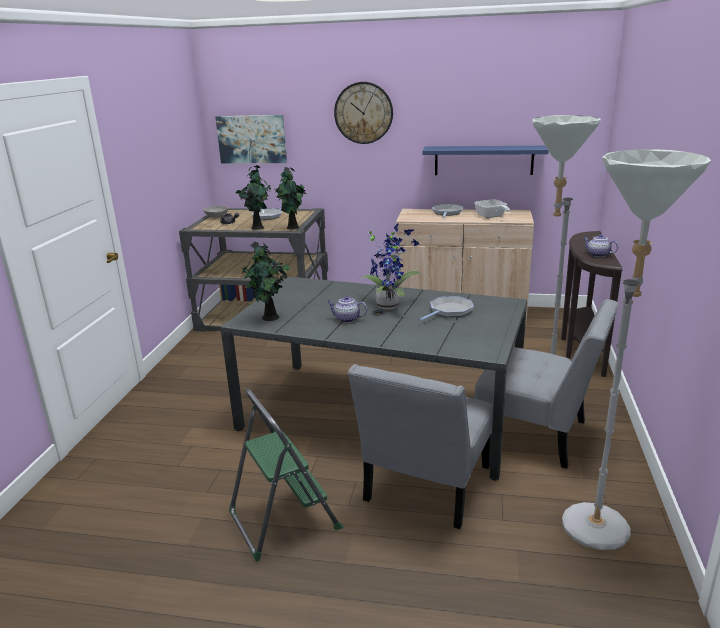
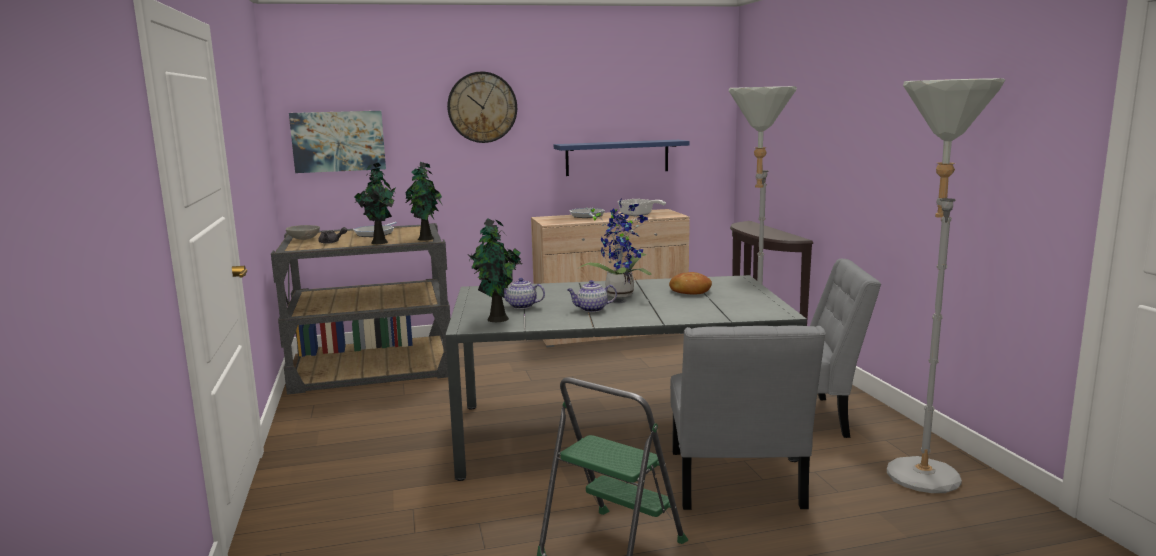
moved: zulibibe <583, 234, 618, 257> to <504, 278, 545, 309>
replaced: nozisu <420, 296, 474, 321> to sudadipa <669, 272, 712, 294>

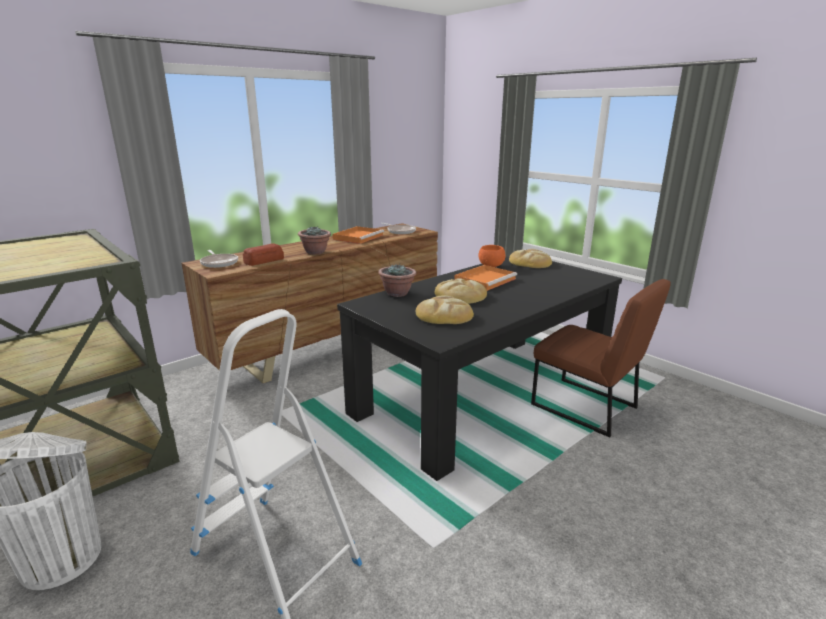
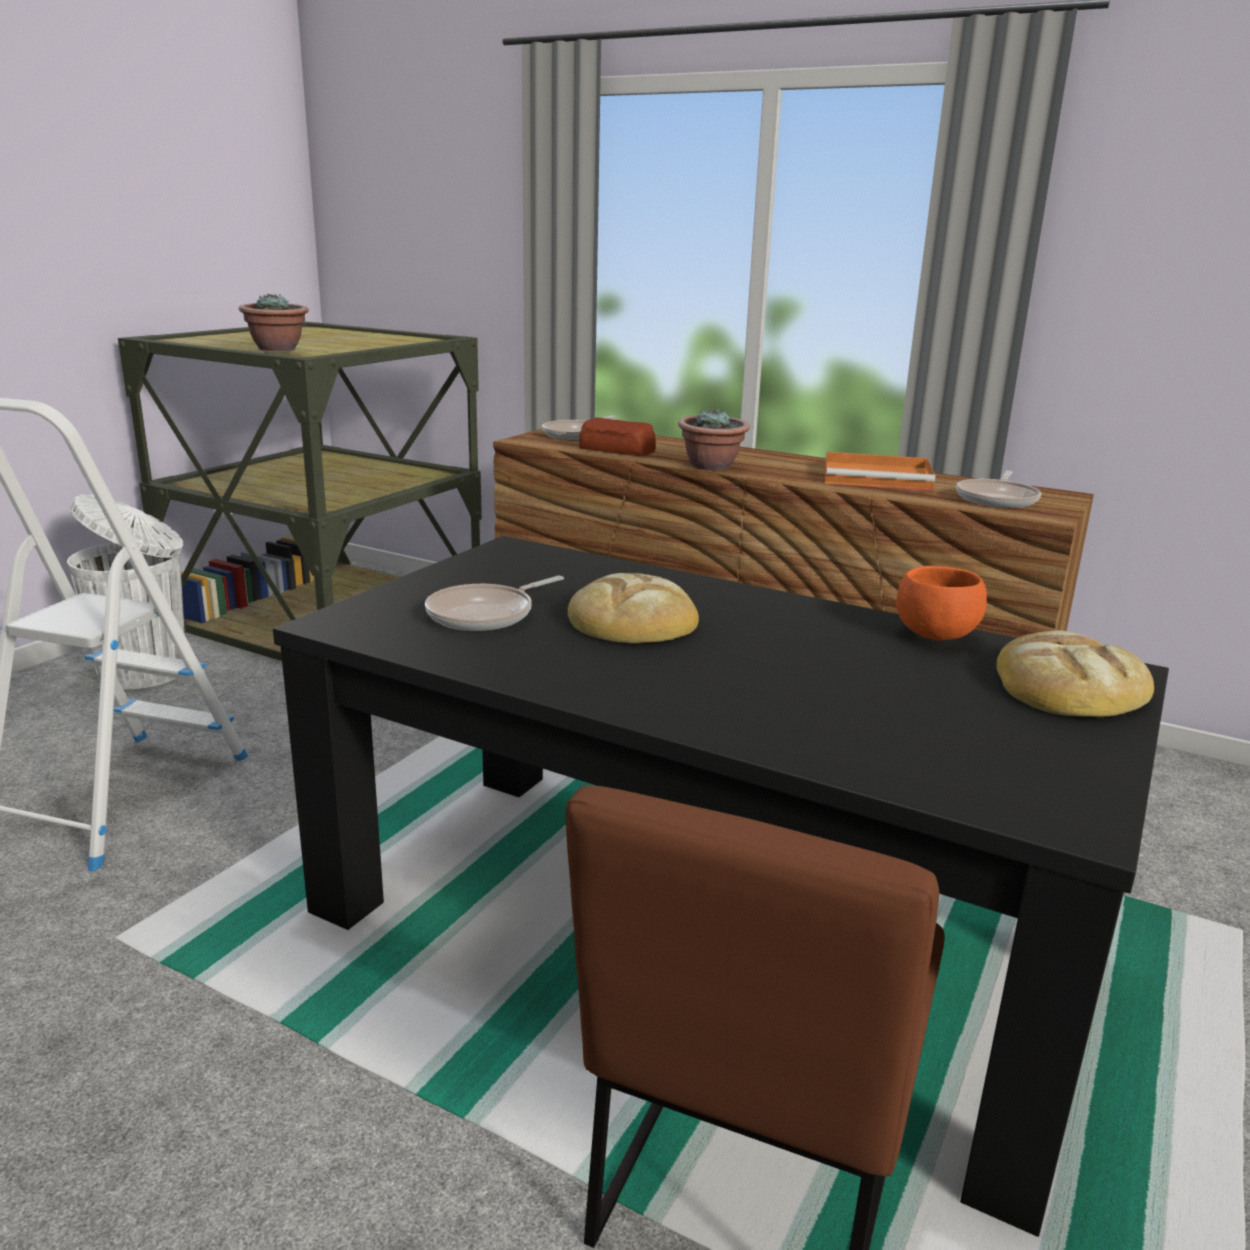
removed: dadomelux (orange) <454, 265, 517, 291>
moved: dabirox <378, 263, 416, 297> to <239, 294, 309, 351>
replaced: sudadipa <416, 295, 474, 324> to nozisu <425, 576, 564, 631>

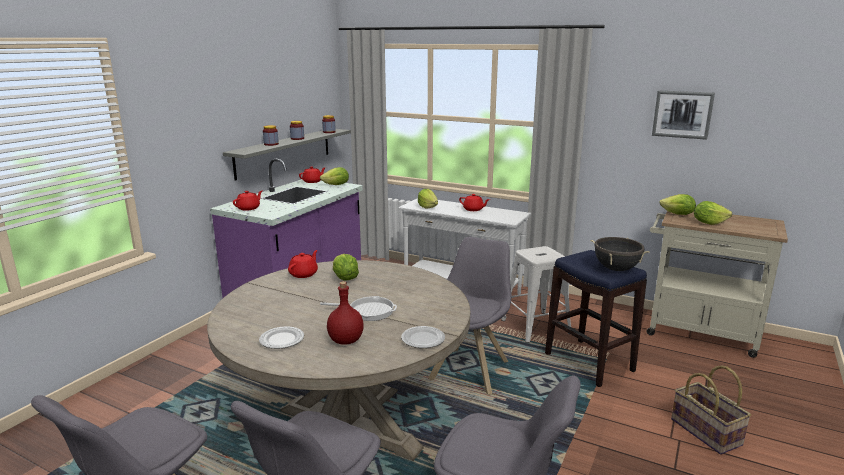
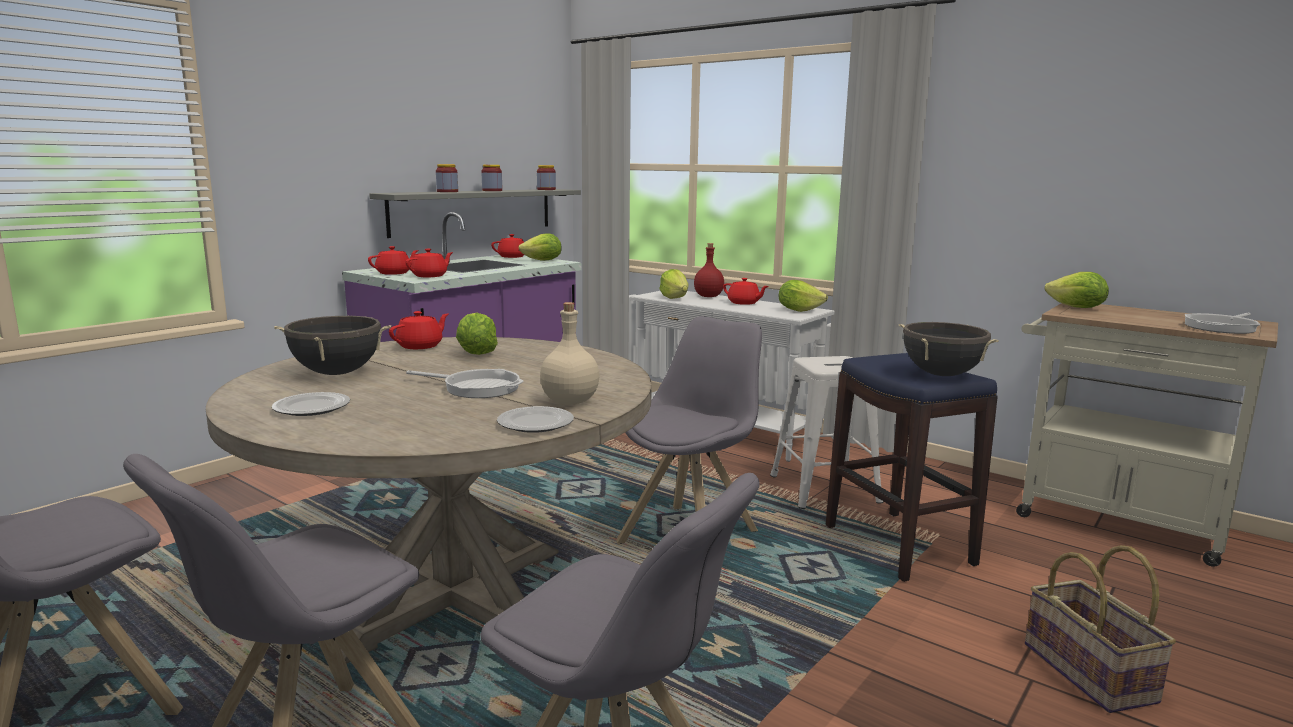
removed: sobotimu <652, 91, 715, 140>
added: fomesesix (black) <274, 315, 391, 375>; zulibibe (red) <405, 249, 453, 277>; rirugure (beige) <540, 302, 599, 405>; nozisu <1185, 313, 1260, 334>
moved: rirugure (red) <327, 281, 364, 345> to <694, 243, 724, 297>; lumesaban <694, 201, 732, 225> to <779, 280, 828, 312>

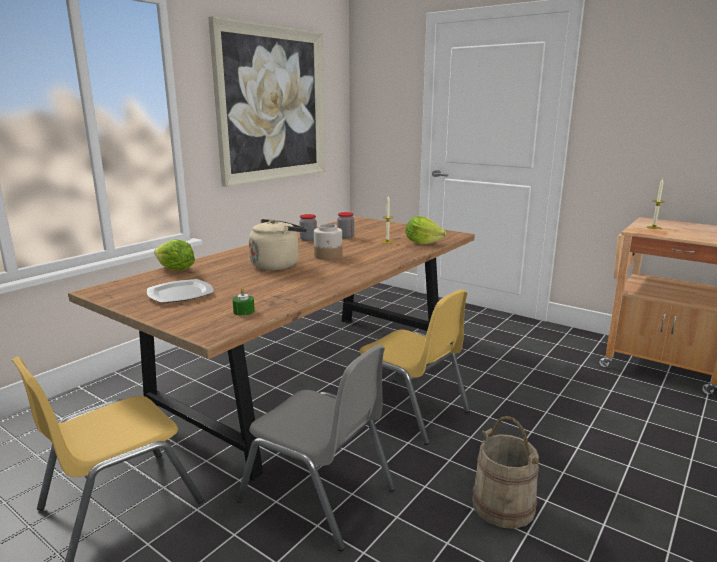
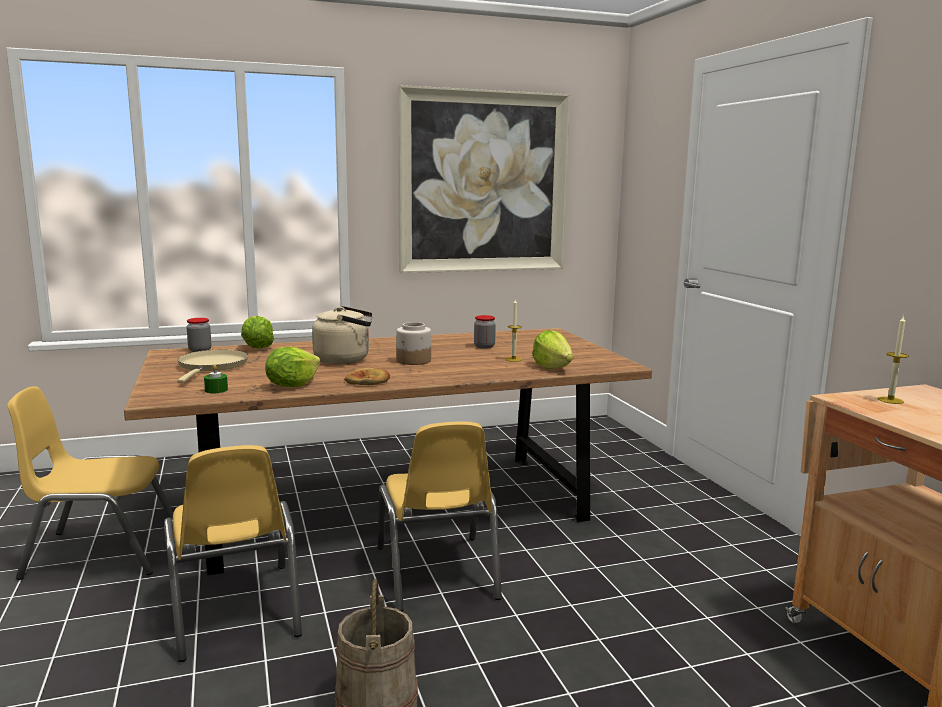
added: lumesaban <265, 347, 321, 387>; sudadipa <344, 367, 390, 385>
moved: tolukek <299, 214, 317, 241> to <187, 318, 211, 352>
replaced: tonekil <147, 279, 214, 303> to nozisu (beige) <177, 350, 248, 383>
recoloured: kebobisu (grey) <237, 345, 395, 551> to kebobisu (yellow) <164, 445, 302, 662>

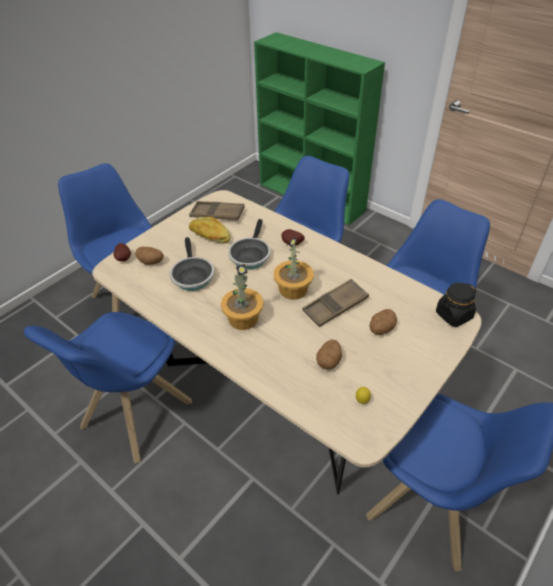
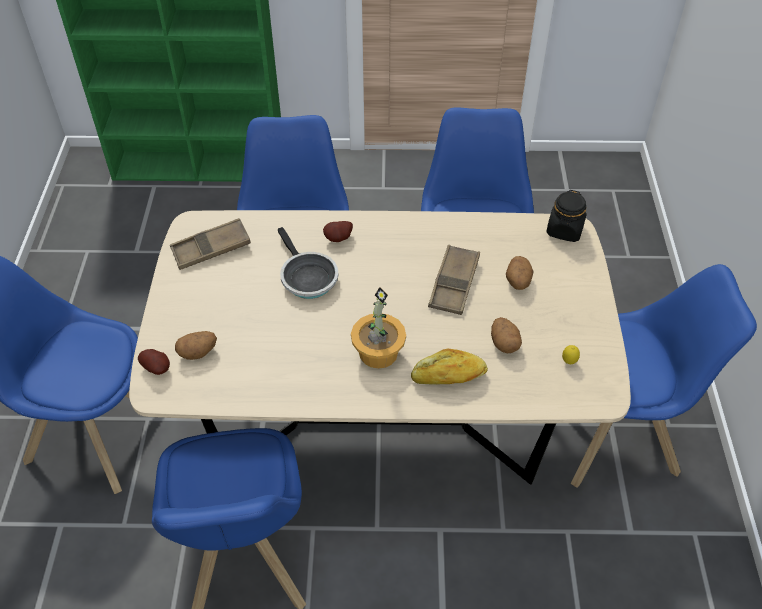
removed: nozisu <170, 237, 214, 291>; dabirox <274, 237, 314, 300>
moved: sudadipa <189, 217, 230, 243> to <411, 348, 488, 385>

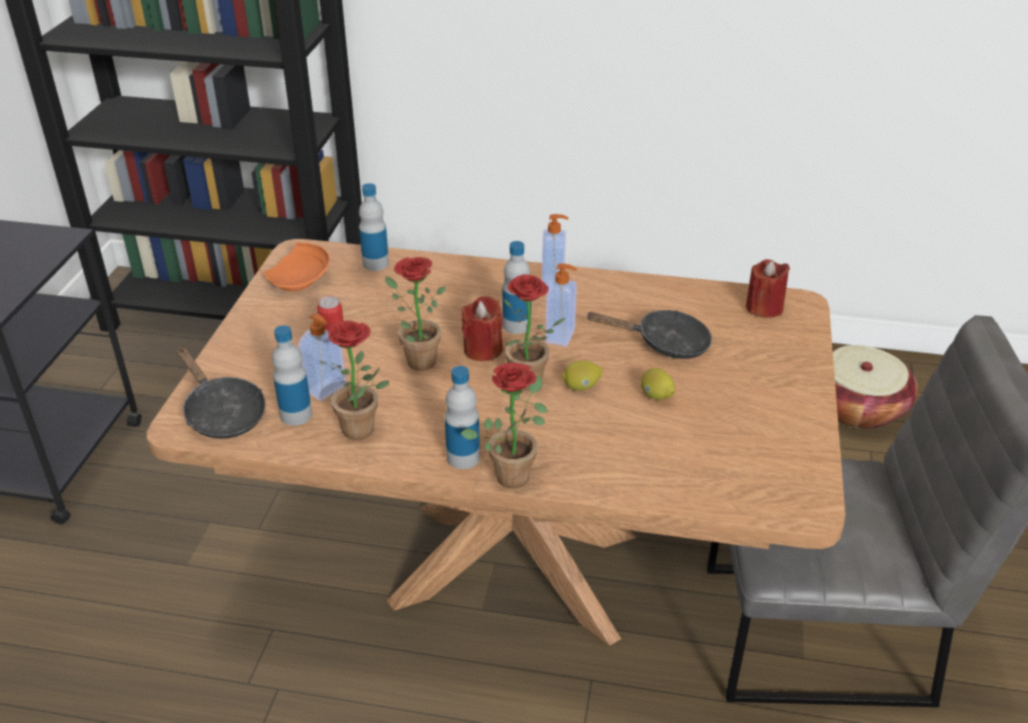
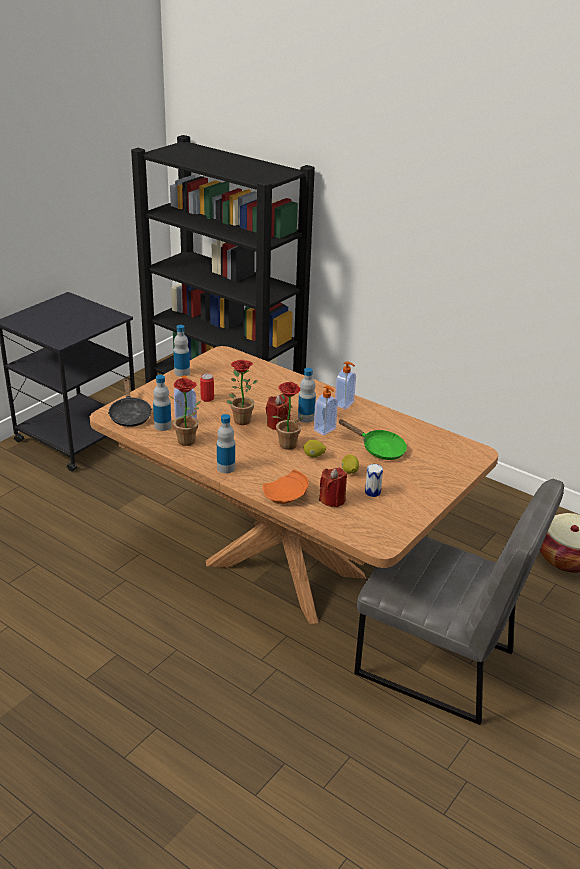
removed: dabirox <461, 363, 548, 488>
added: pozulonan <365, 464, 383, 497>
moved: rirugure <359, 183, 389, 271> to <173, 325, 190, 377>; tonekil (orange) <264, 242, 329, 292> to <263, 470, 309, 504>; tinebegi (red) <745, 259, 790, 318> to <319, 467, 347, 507>
recoloured: nozisu (black) <586, 310, 712, 359> to nozisu (green) <338, 419, 407, 460>

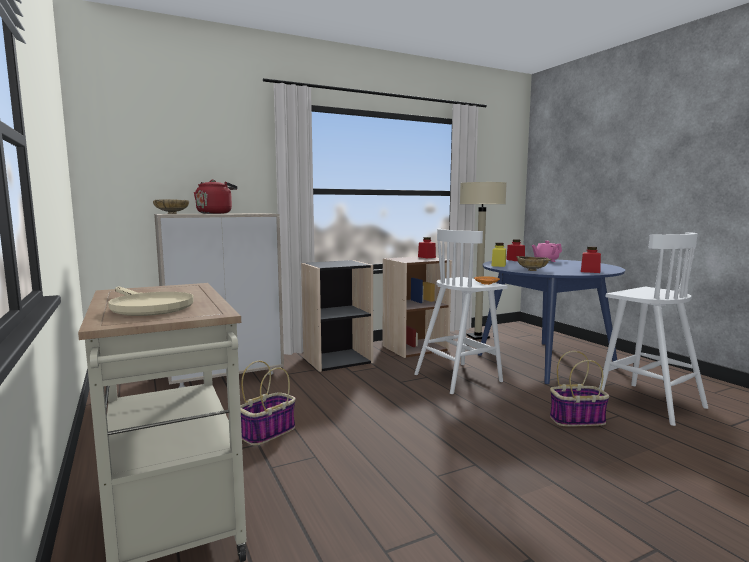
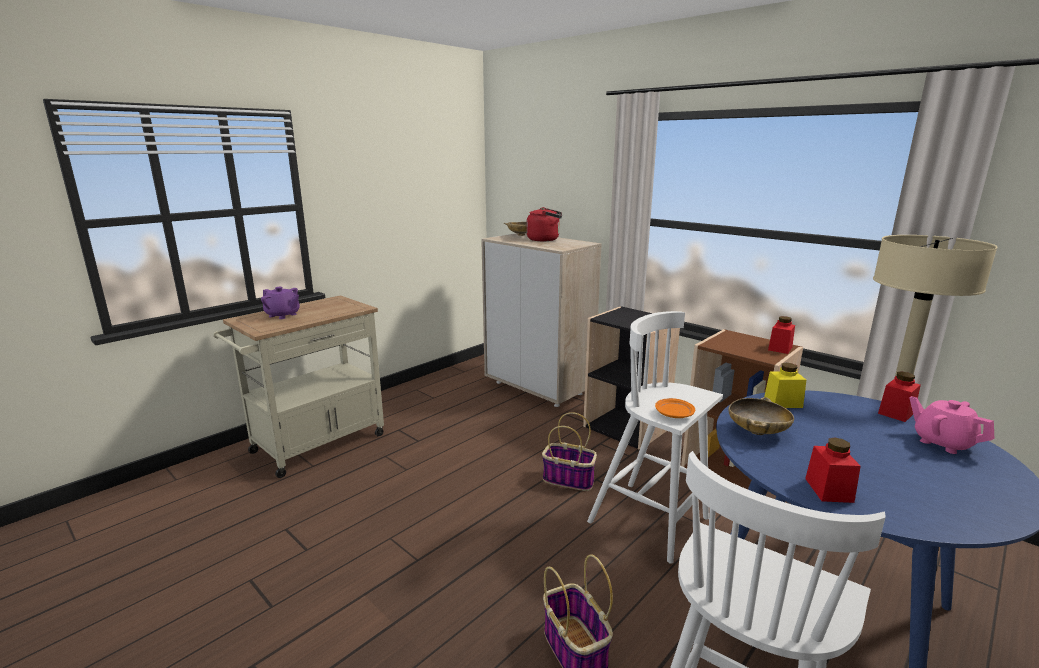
moved: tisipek <240, 361, 296, 446> to <542, 412, 597, 491>
replaced: nozisu (beige) <108, 287, 194, 316> to zulibibe (purple) <261, 287, 300, 319>

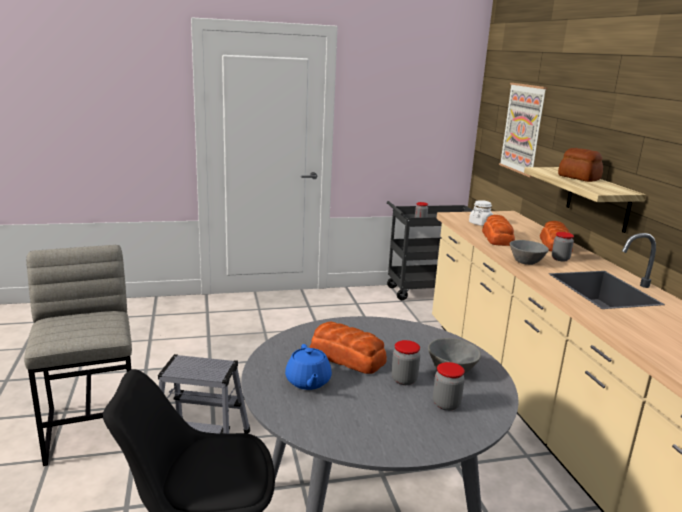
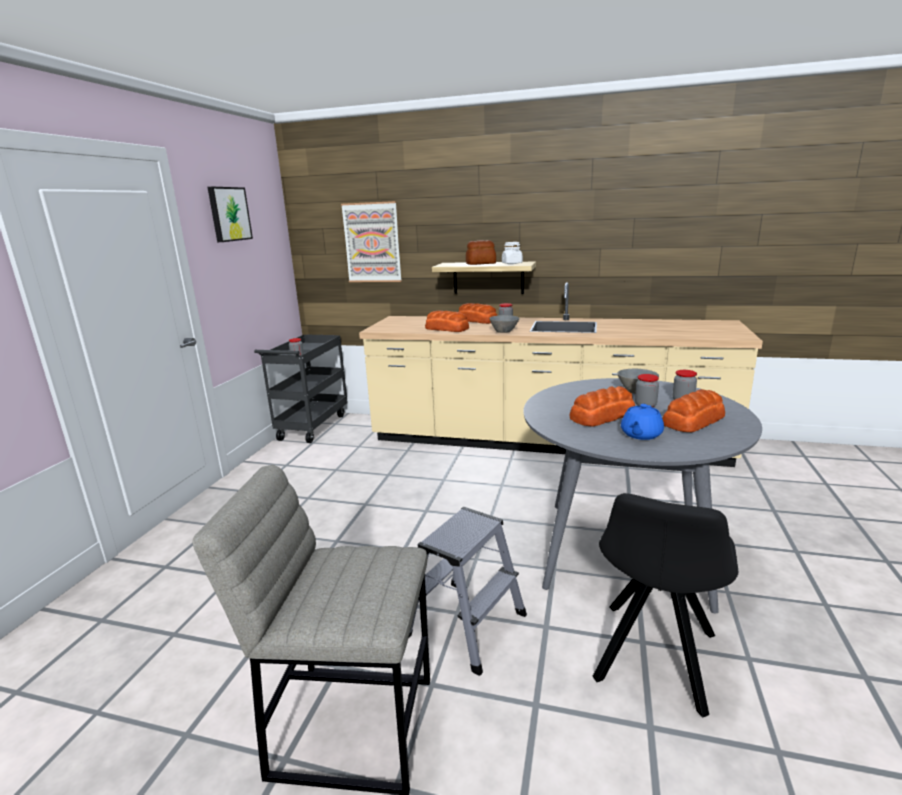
added: sobotimu <208, 187, 253, 242>; sudadipa <662, 389, 725, 432>
moved: tolukek (white) <469, 200, 493, 226> to <502, 242, 523, 264>
turned: zulibibe (blue) <285, 344, 332, 390> = <621, 404, 664, 440> 105 degrees clockwise

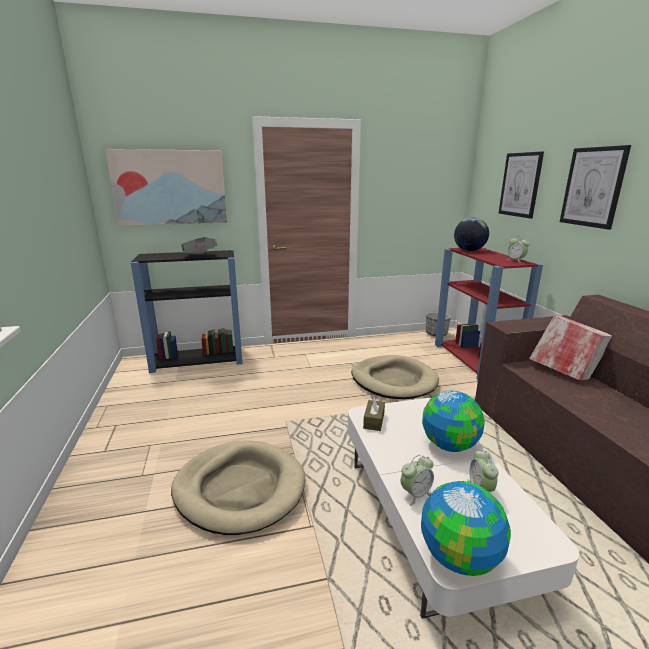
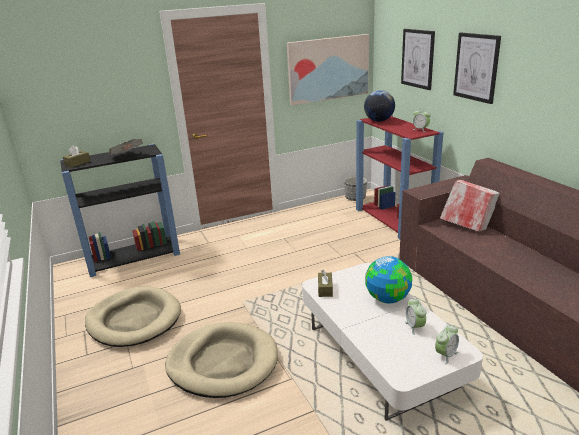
removed: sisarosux <421, 481, 511, 576>
added: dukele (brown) <63, 145, 90, 168>
moved: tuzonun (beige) <351, 355, 439, 399> to <85, 286, 181, 347>; sobotimu <105, 149, 227, 226> to <287, 34, 369, 105>; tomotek <401, 455, 434, 506> to <435, 324, 459, 365>

